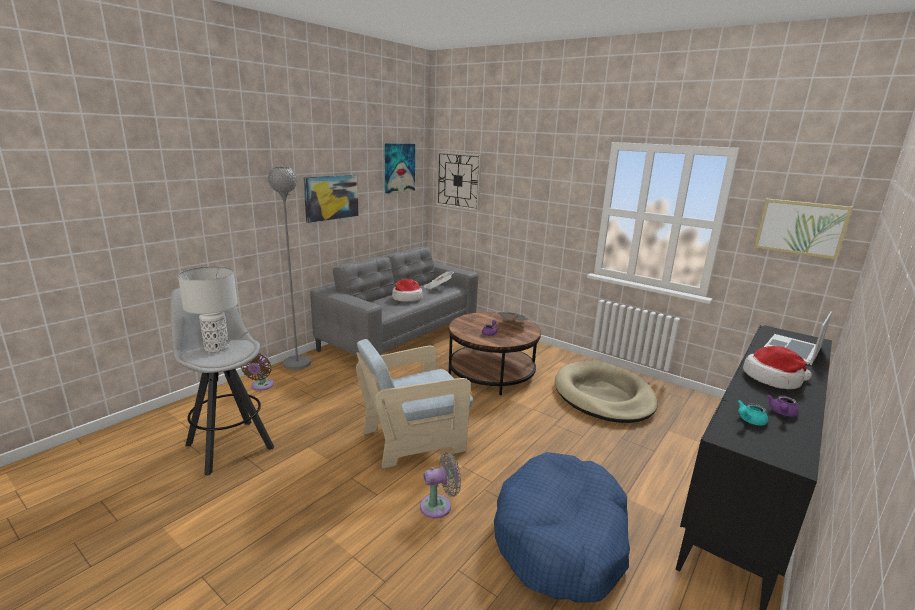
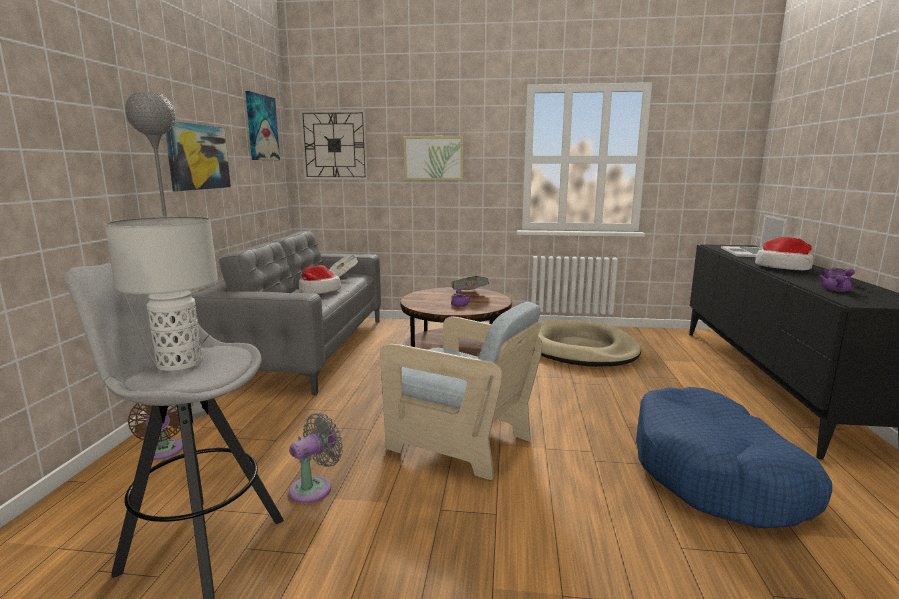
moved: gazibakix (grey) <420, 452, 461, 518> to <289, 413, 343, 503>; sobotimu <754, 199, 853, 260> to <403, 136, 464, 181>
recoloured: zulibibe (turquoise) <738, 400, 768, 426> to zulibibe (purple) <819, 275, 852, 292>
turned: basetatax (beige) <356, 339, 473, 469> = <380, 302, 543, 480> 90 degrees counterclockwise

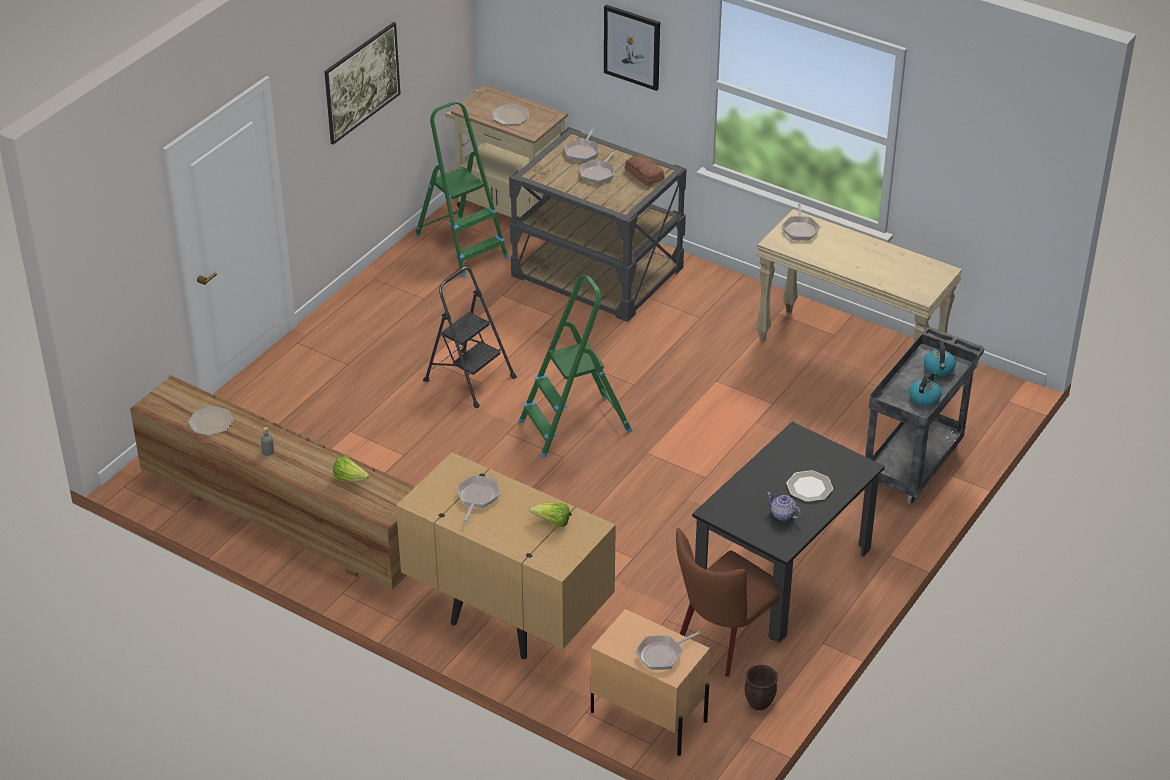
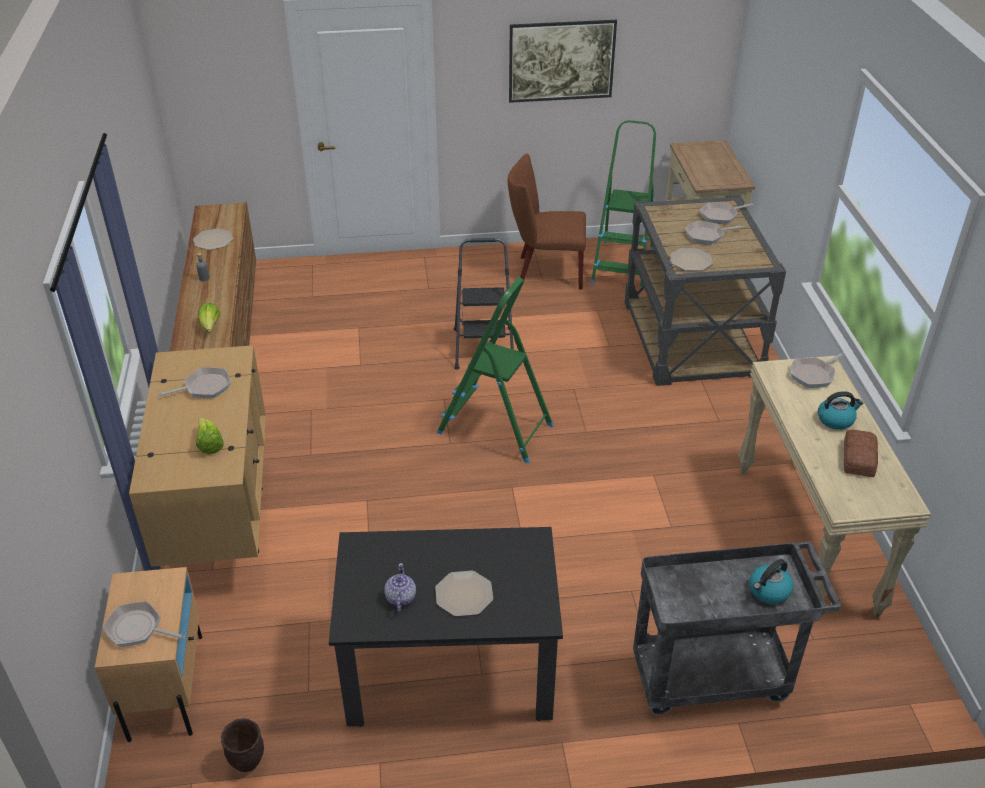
removed: sobotimu <604, 5, 660, 91>
moved: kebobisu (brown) <676, 528, 780, 677> to <508, 154, 586, 290>; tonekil <492, 104, 529, 125> to <670, 248, 713, 271>; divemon <909, 372, 942, 406> to <818, 391, 863, 430>; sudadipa <625, 155, 664, 186> to <844, 430, 878, 477>

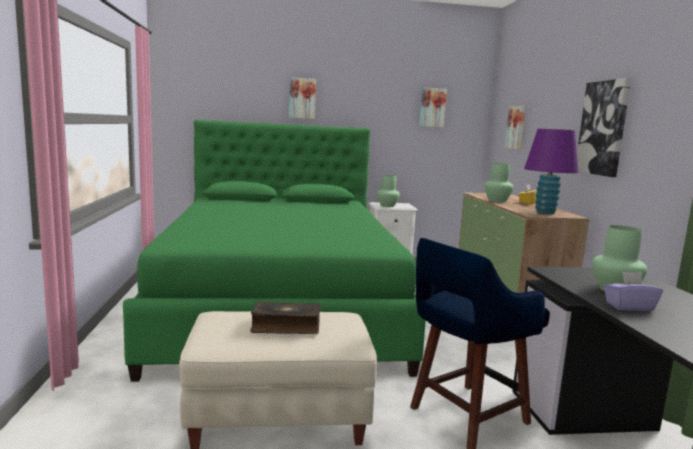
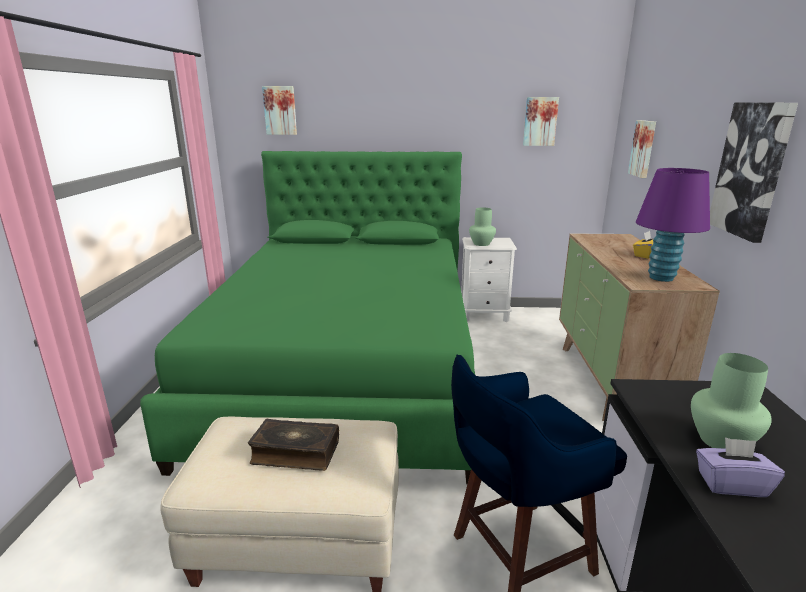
removed: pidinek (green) <484, 163, 514, 202>
moved: sobotimu <289, 77, 316, 119> to <262, 86, 297, 135>

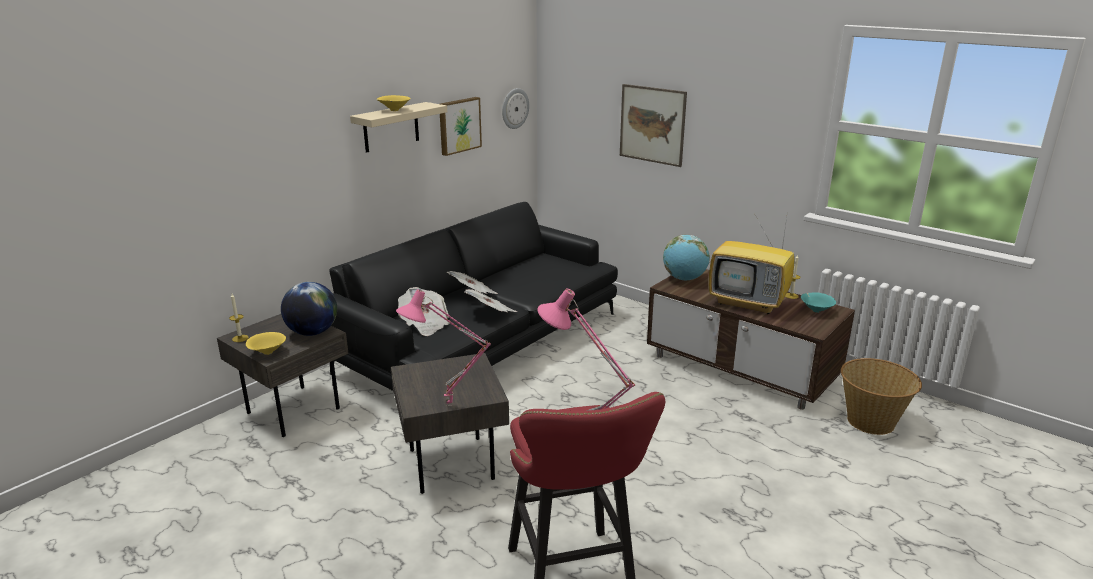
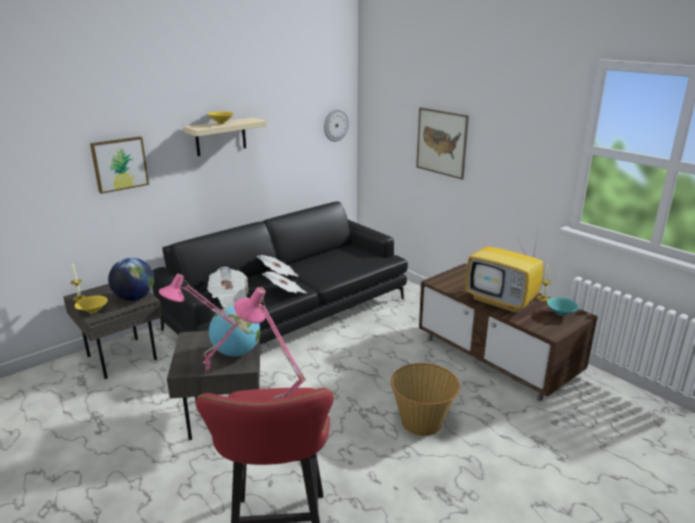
moved: sobotimu <440, 97, 482, 156> to <90, 137, 149, 194>; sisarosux <663, 235, 710, 280> to <209, 305, 260, 356>; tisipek <841, 358, 922, 435> to <391, 363, 460, 436>

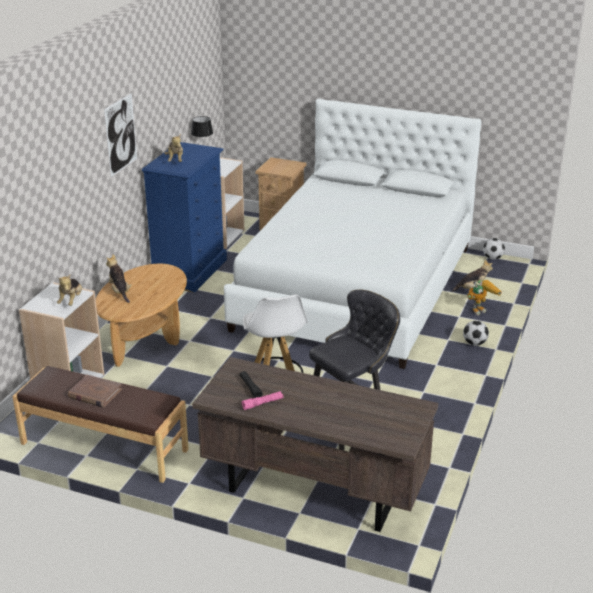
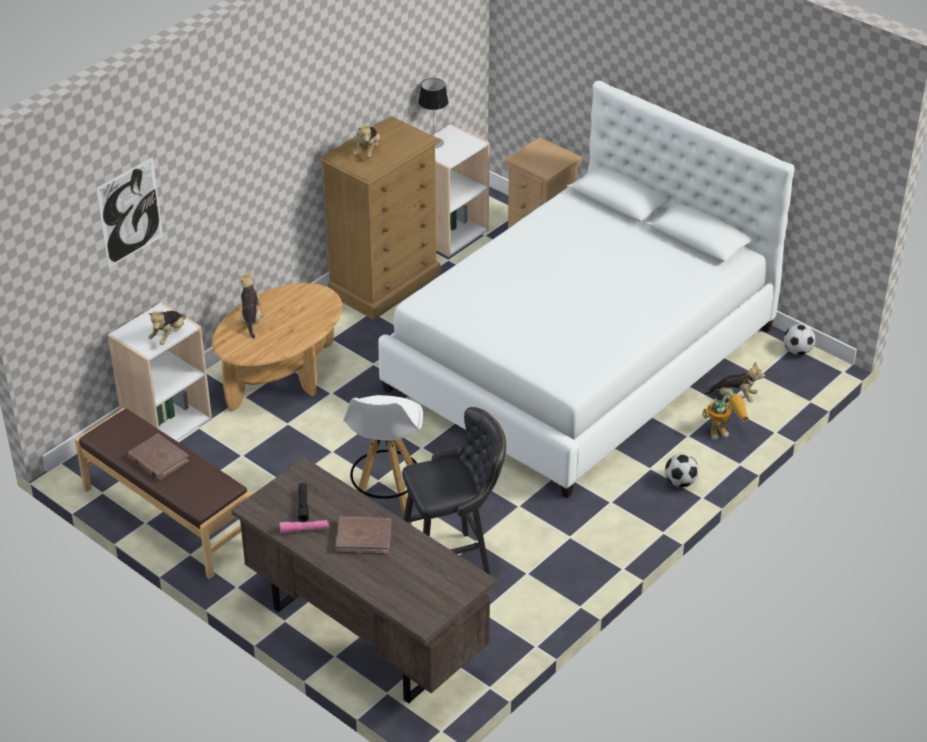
added: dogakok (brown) <335, 516, 391, 554>
moved: sobotimu <104, 93, 137, 177> to <96, 157, 163, 268>
recoloured: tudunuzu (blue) <142, 142, 227, 293> to tudunuzu (brown) <319, 116, 441, 320>

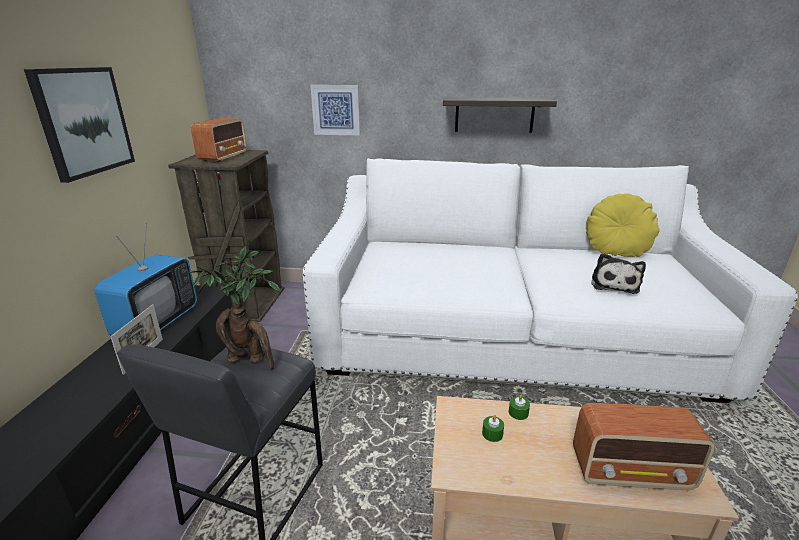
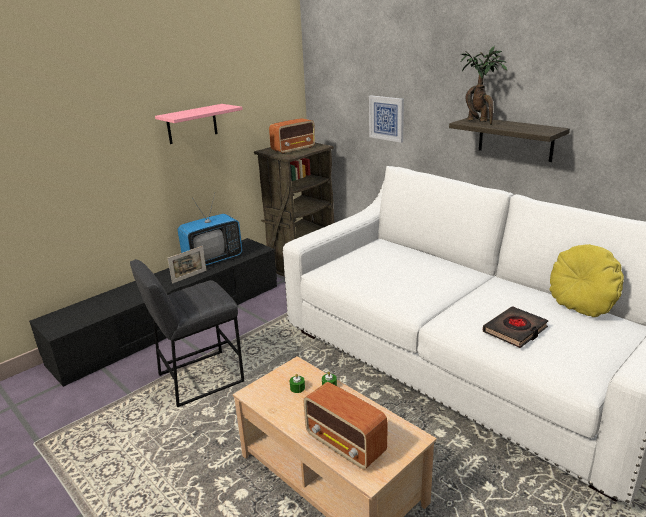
moved: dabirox <189, 246, 281, 370> to <461, 46, 507, 125>
replaced: sobotimu <24, 67, 135, 183> to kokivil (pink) <155, 104, 243, 144>; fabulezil <591, 253, 646, 294> to dogakok (black) <483, 306, 549, 348>

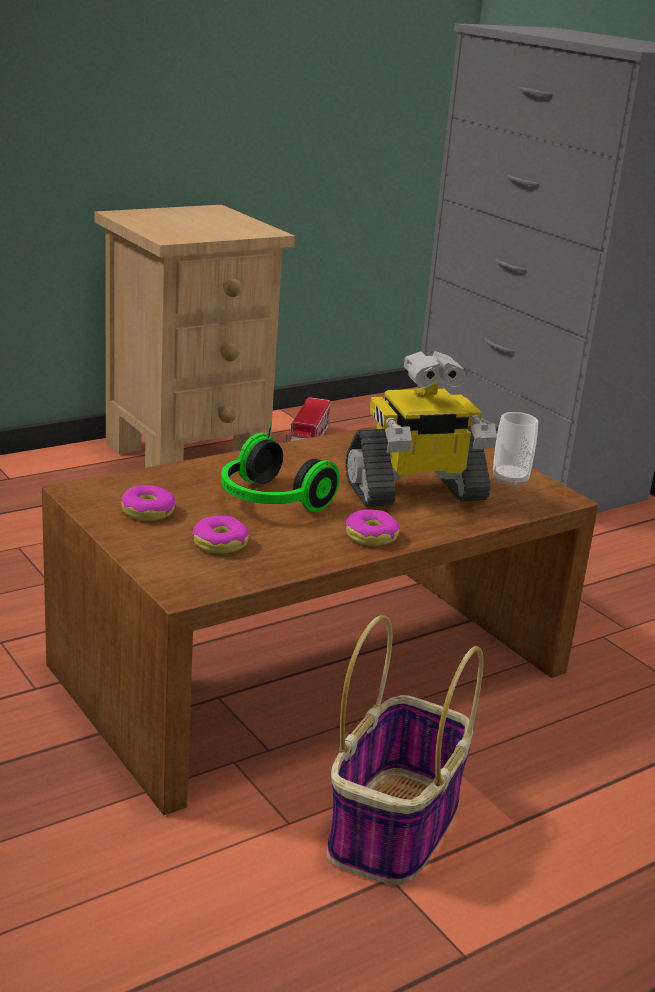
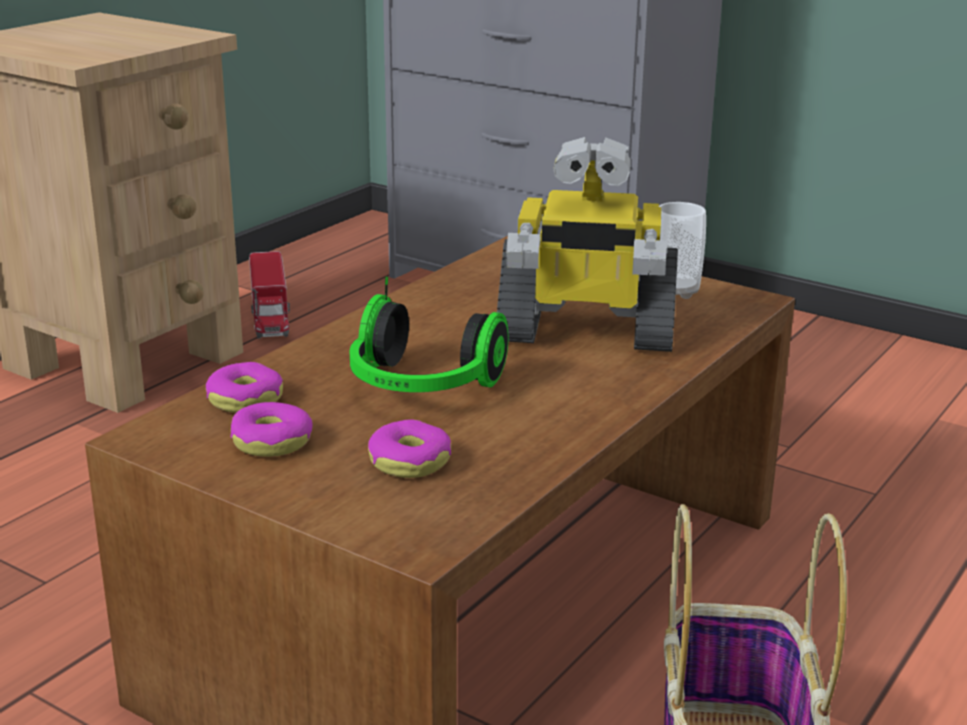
moved: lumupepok <345, 509, 400, 546> to <206, 362, 283, 413>
turned: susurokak <345, 351, 497, 507> = <497, 137, 678, 352> 45 degrees clockwise

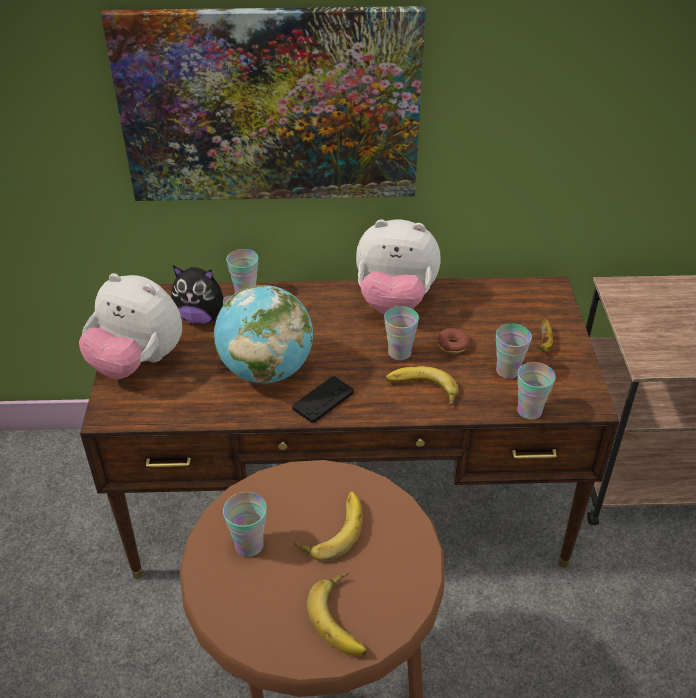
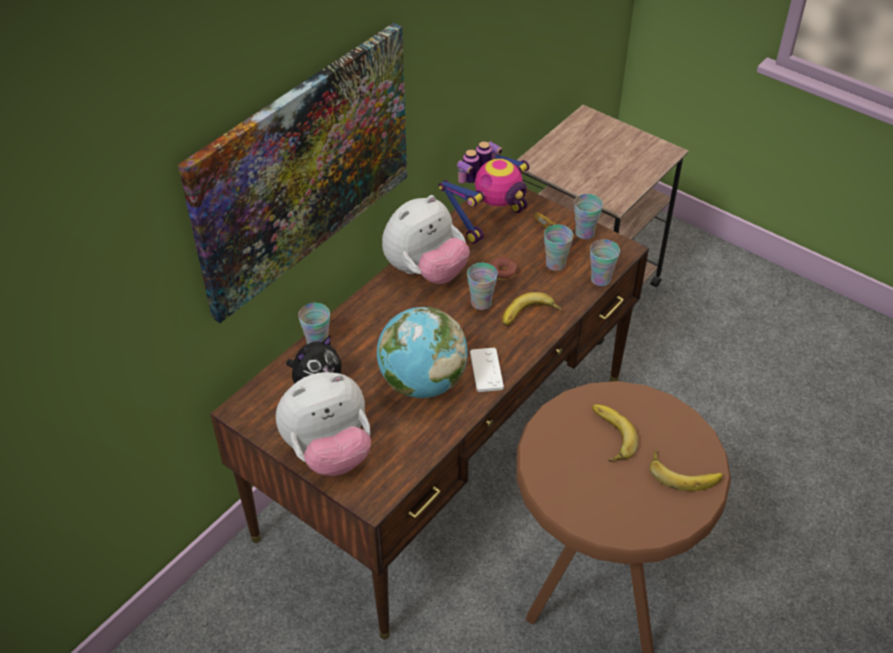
added: susurokak <438, 141, 529, 244>
moved: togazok <223, 492, 267, 557> to <574, 194, 603, 239>
recoloured: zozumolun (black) <292, 376, 354, 423> to zozumolun (white) <470, 348, 504, 392>

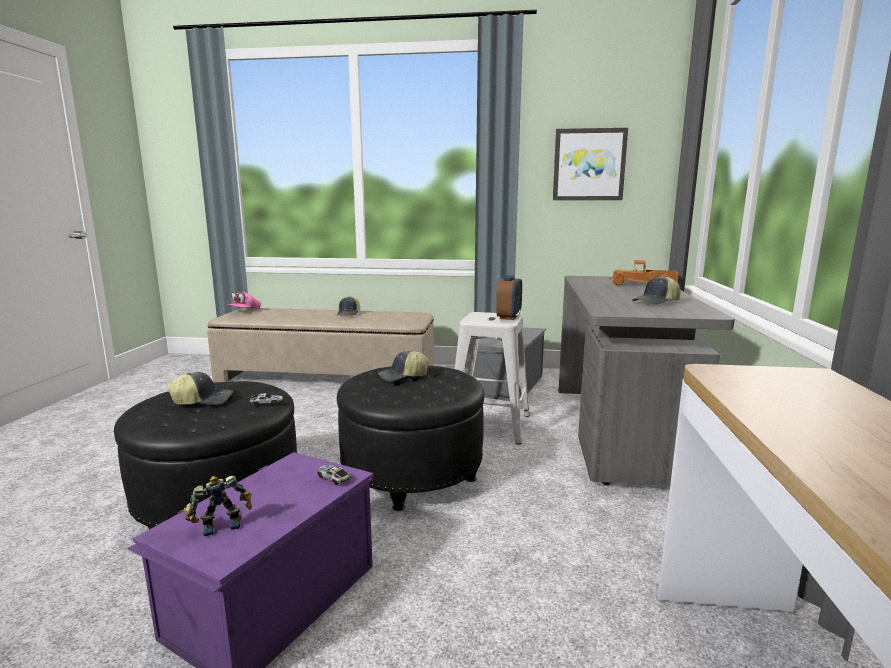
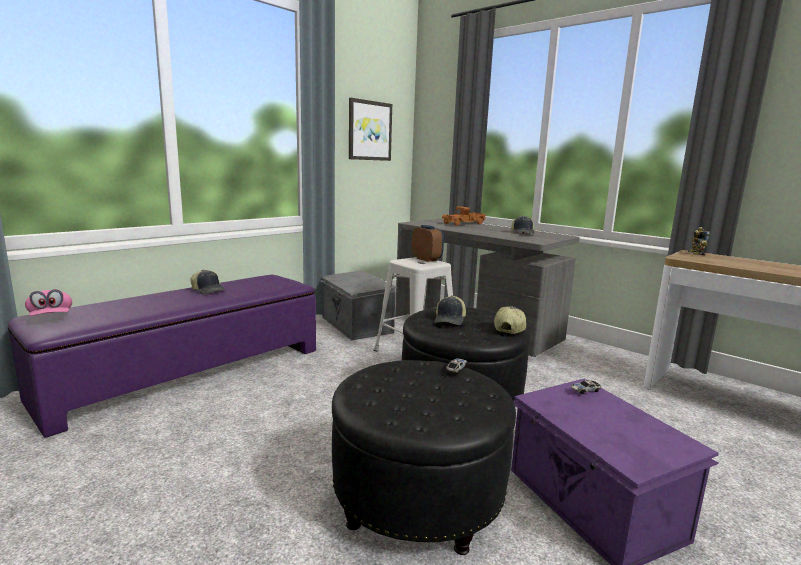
moved: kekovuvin <167, 372, 233, 405> to <494, 306, 527, 334>; susurokak <183, 476, 252, 536> to <688, 227, 710, 255>
recoloured: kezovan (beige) <207, 308, 434, 383> to kezovan (purple) <8, 275, 316, 438>

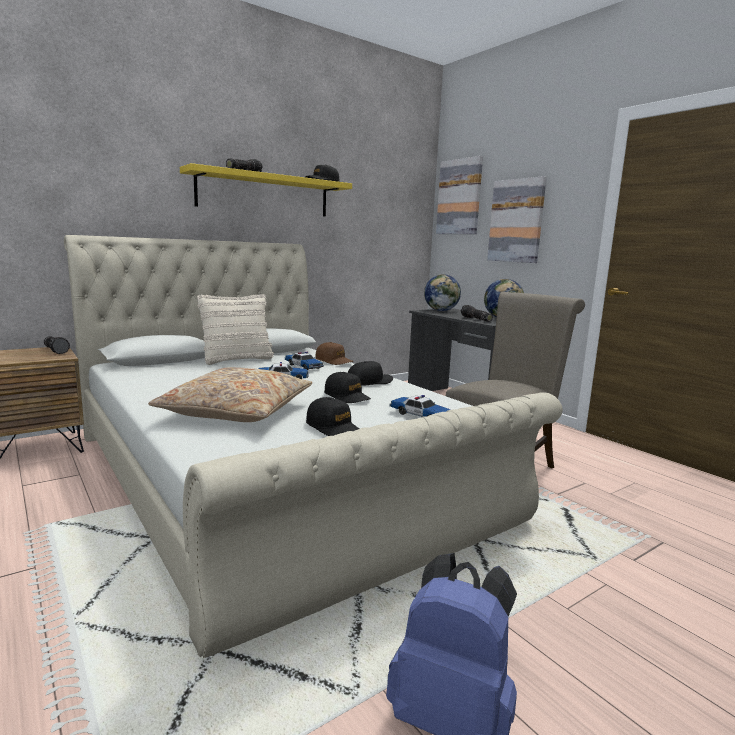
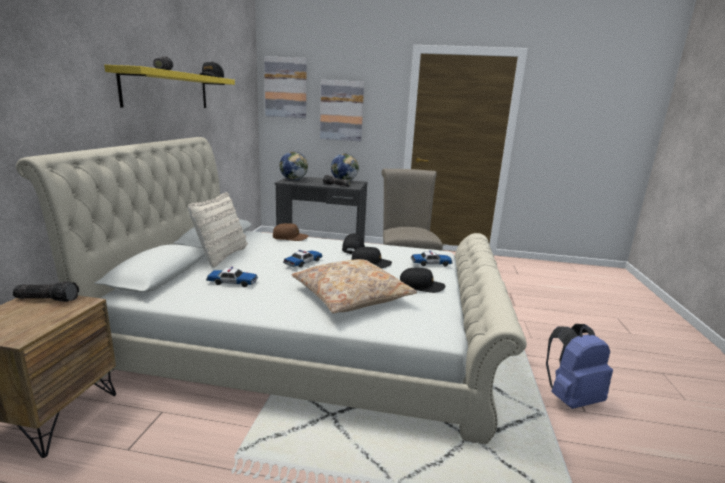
moved: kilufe <285, 352, 324, 370> to <206, 267, 258, 287>

